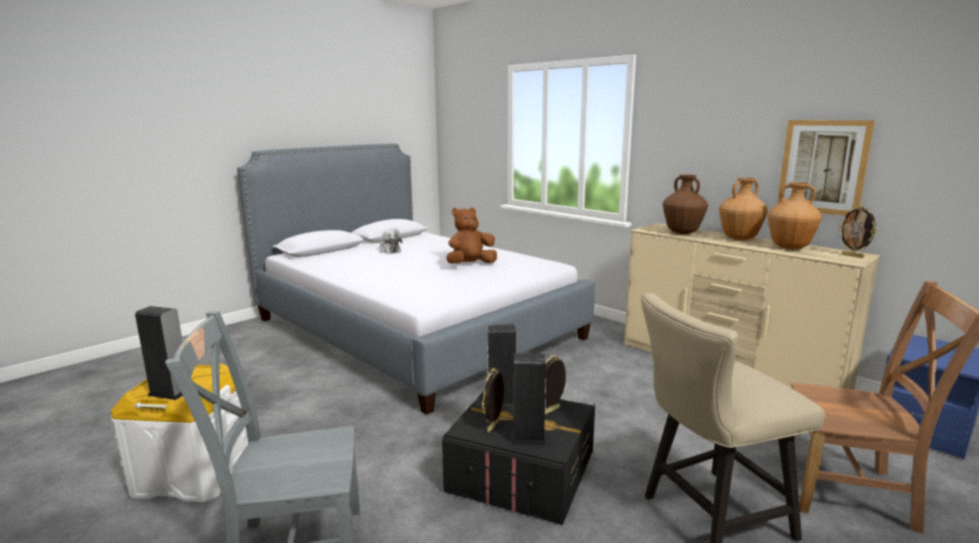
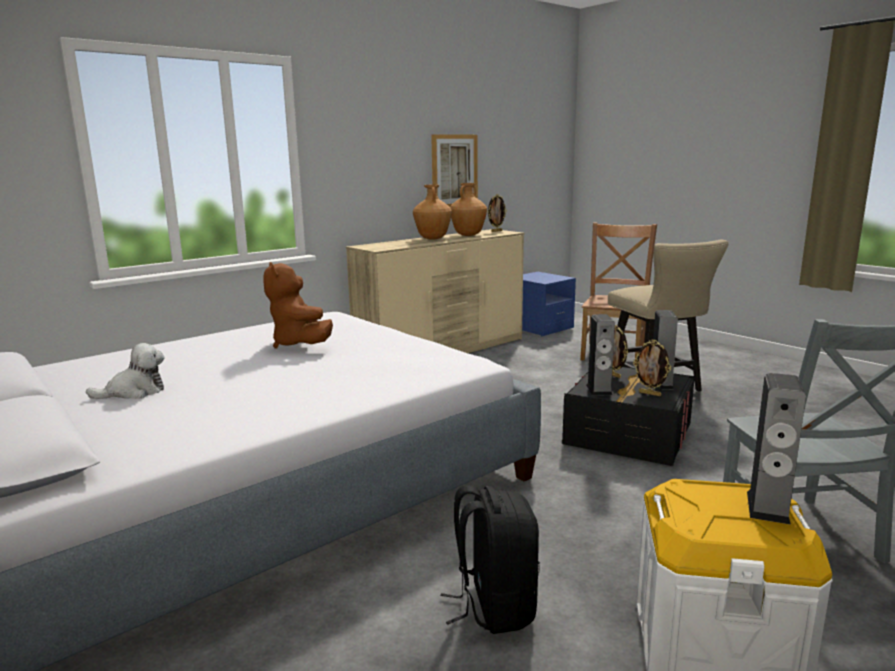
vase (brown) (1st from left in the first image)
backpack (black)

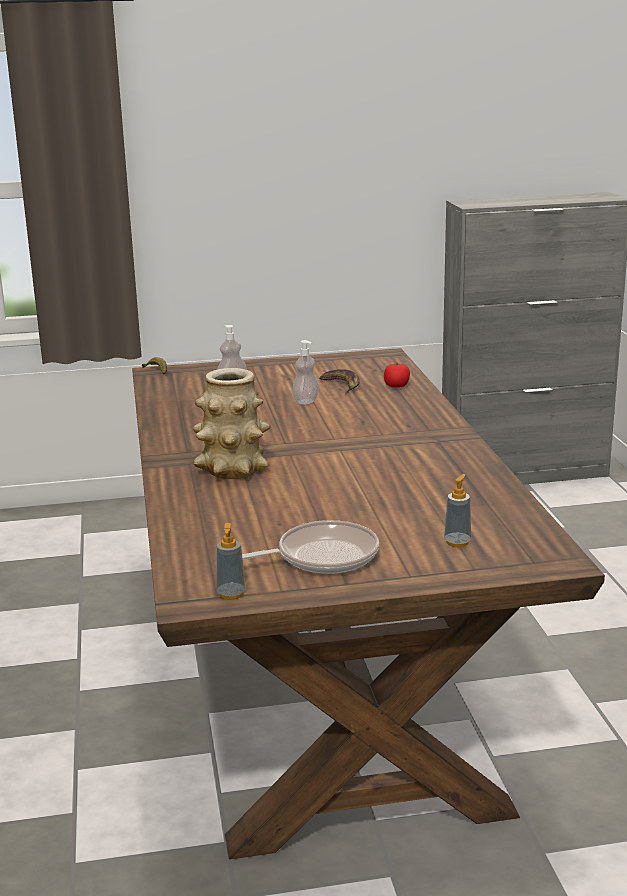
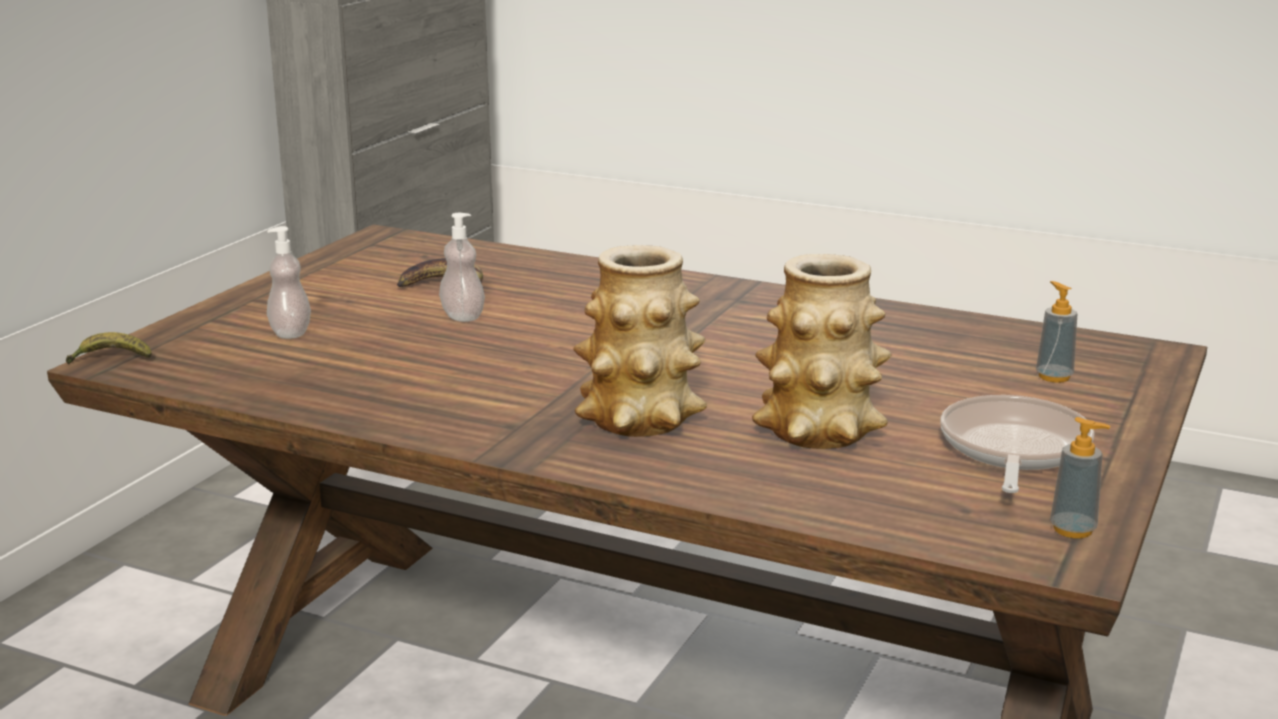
tomato
vase (2nd from left)

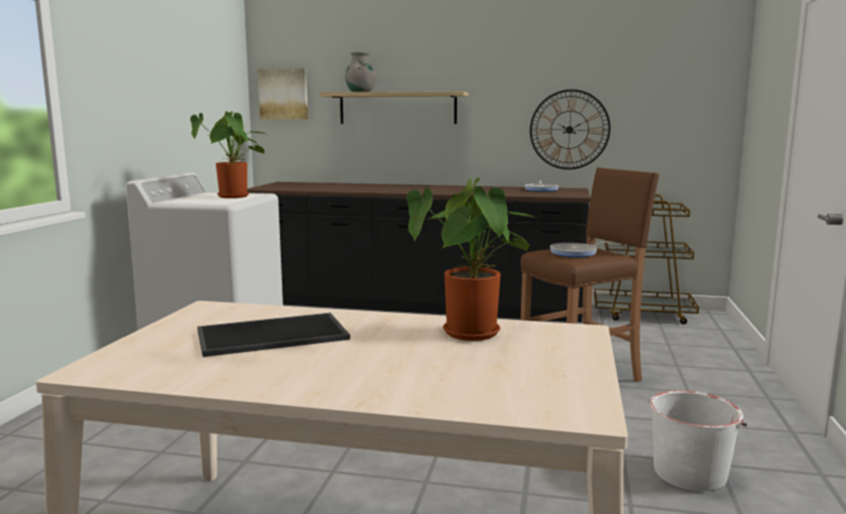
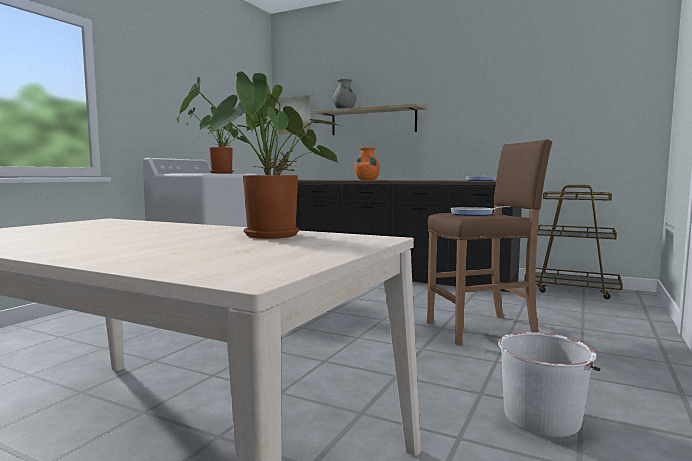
tray
wall clock
vase (orange)

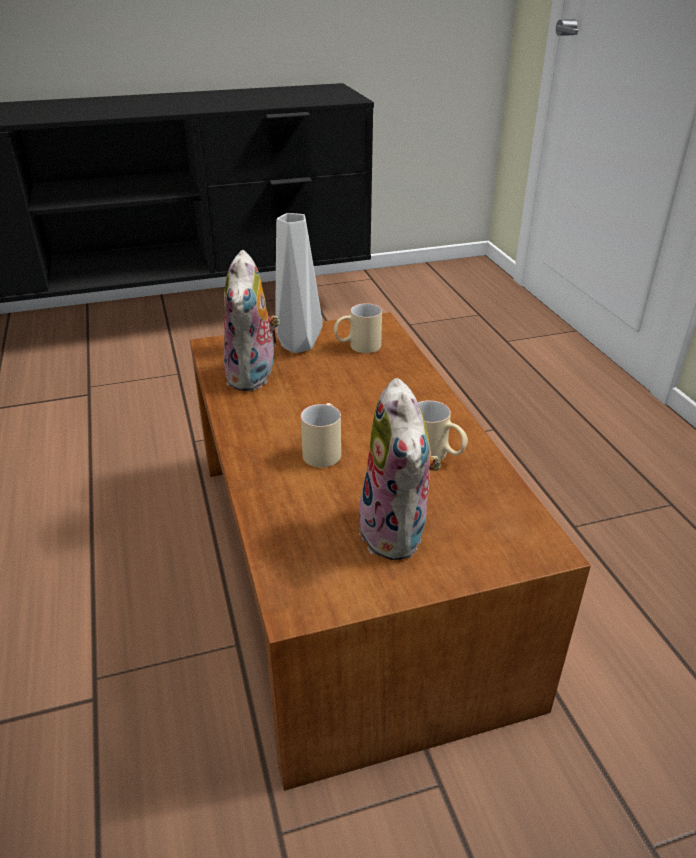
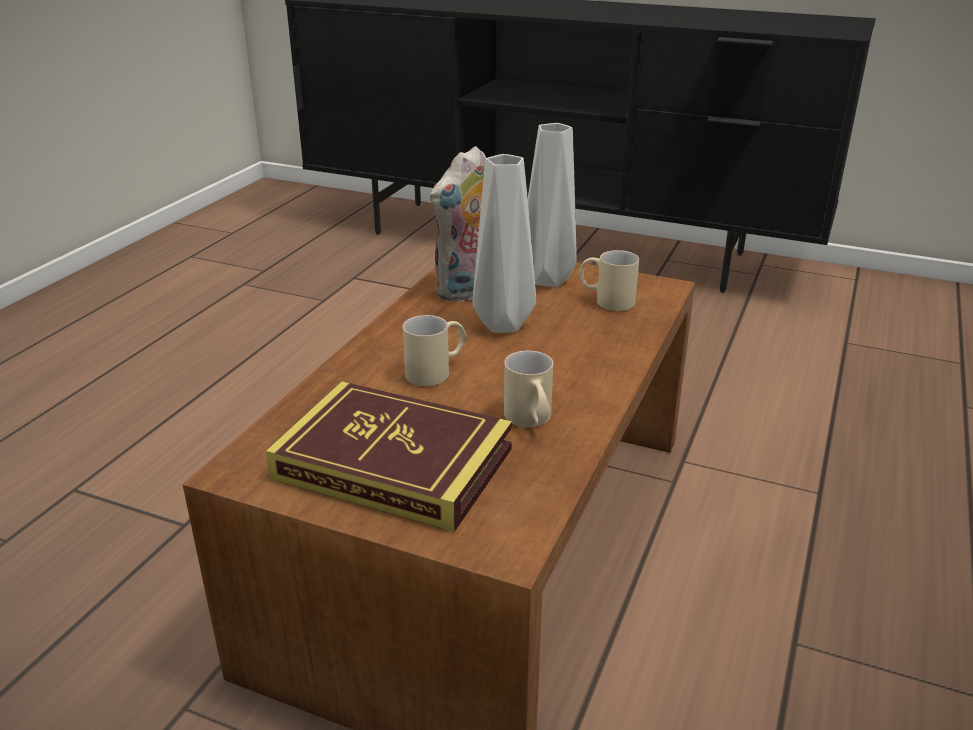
vase (grey) (1st from left)
book

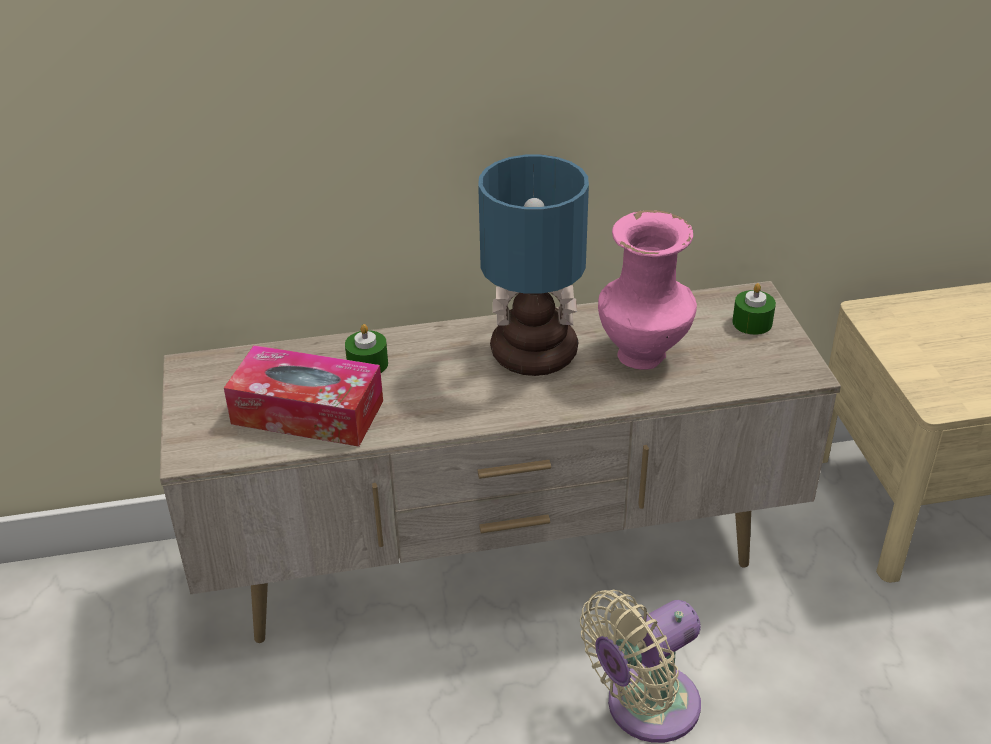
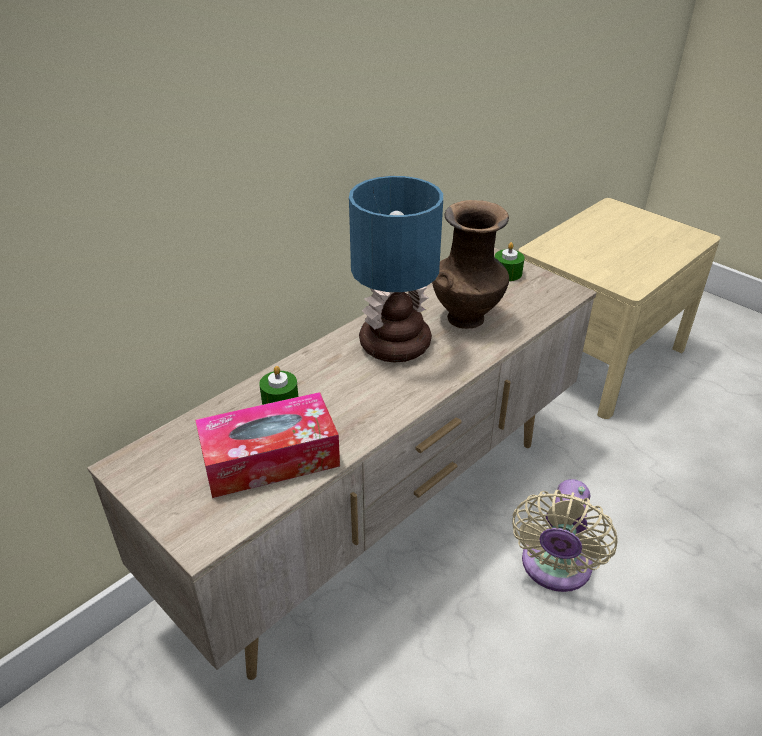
vase (brown)

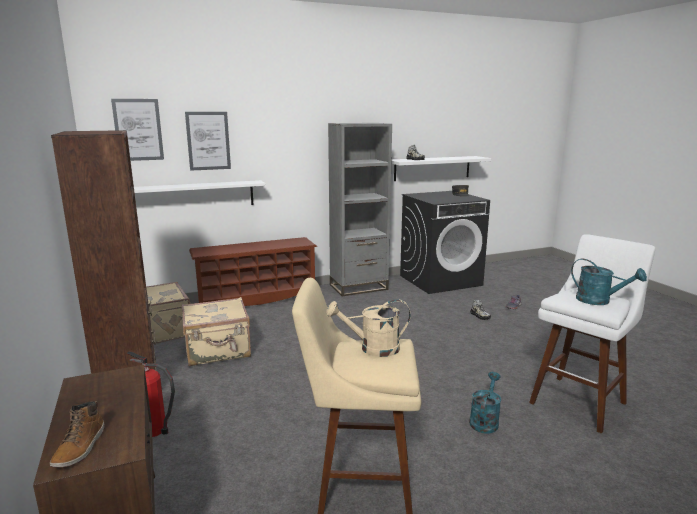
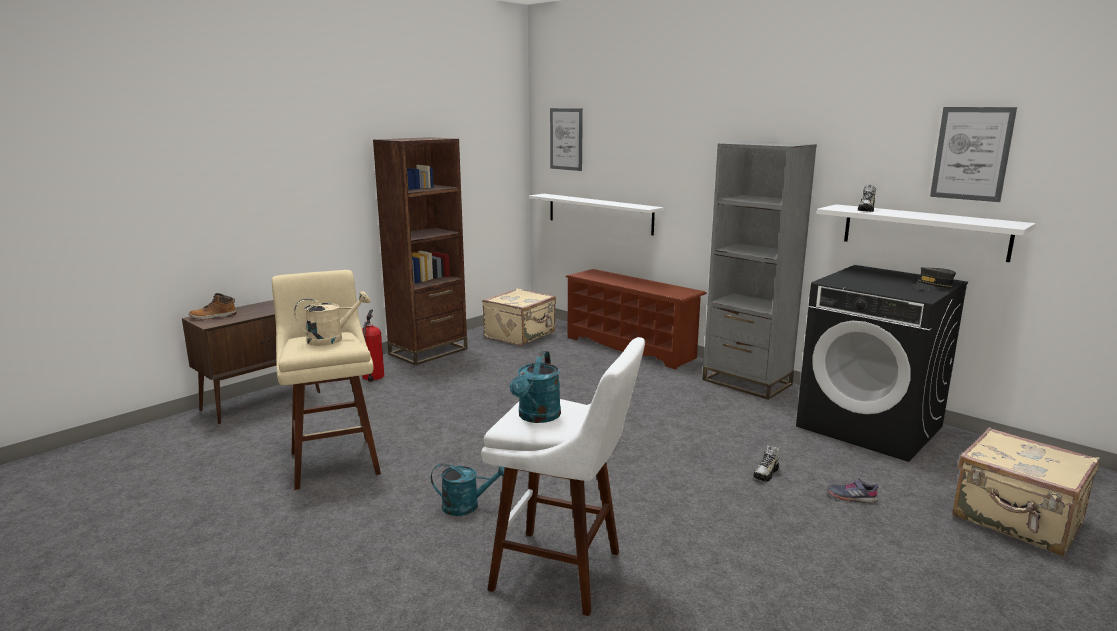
suitcase (beige) (2nd from left)
picture (2nd from left)
watering can (beige)

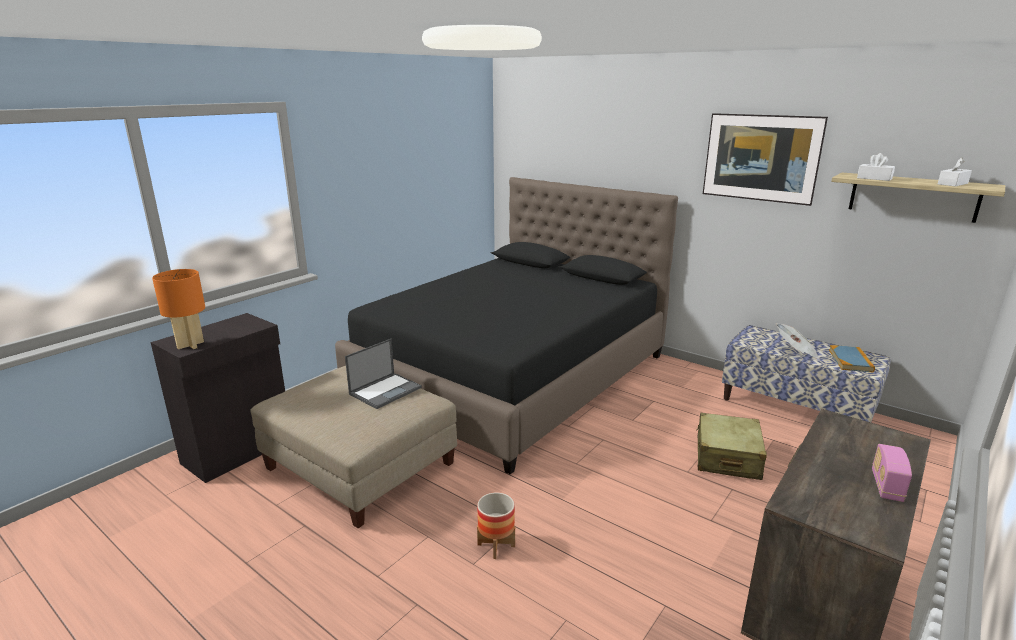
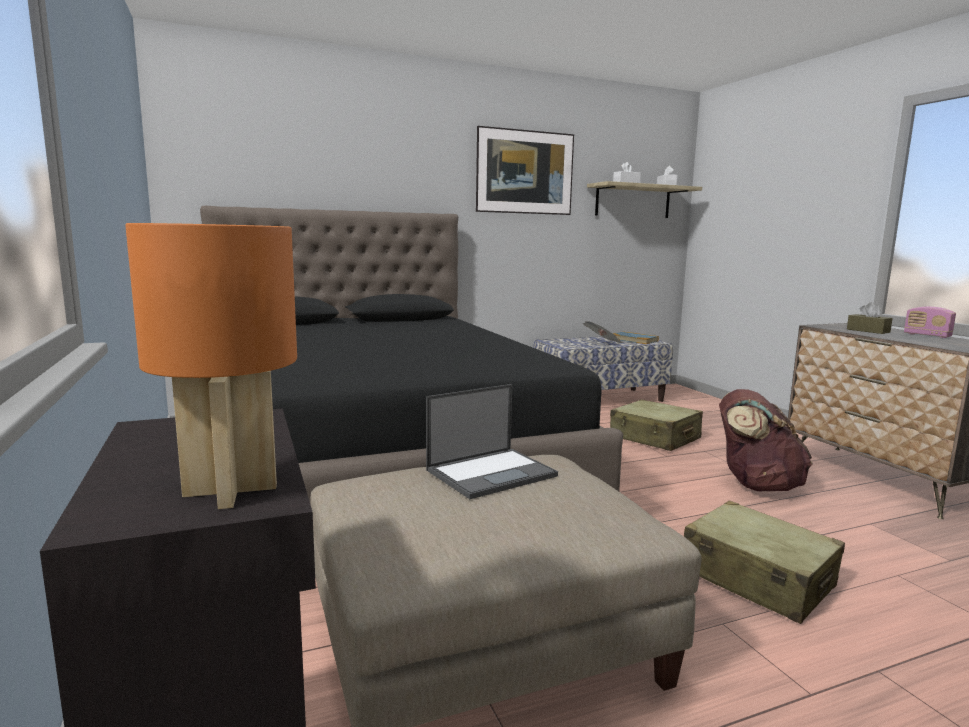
backpack (brown)
tissue box (brown)
suitcase (beige) (2nd from left)
laptop

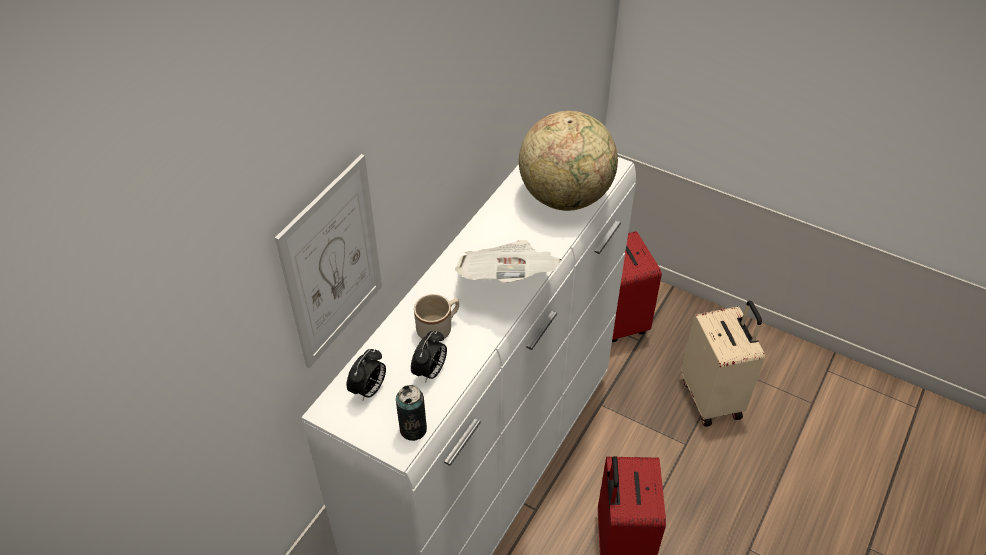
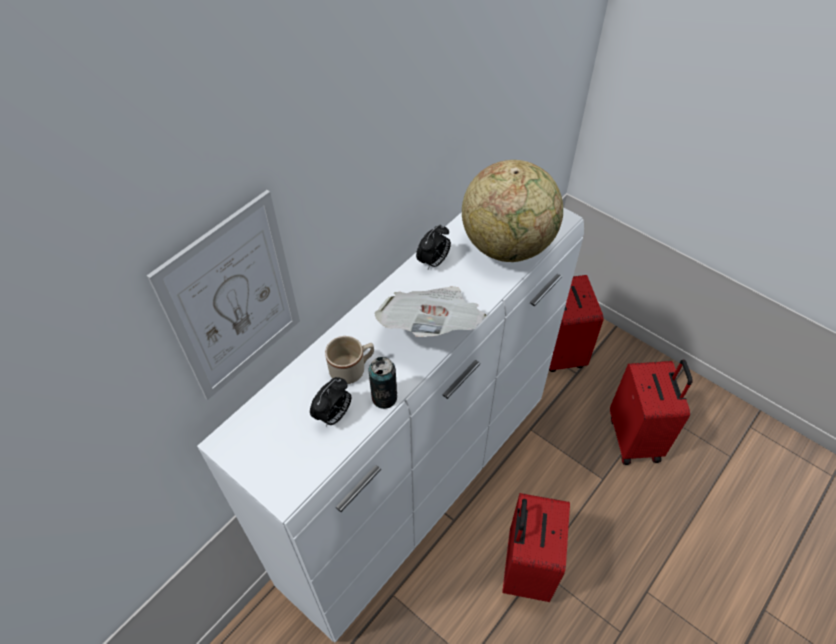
alarm clock (2nd from left)
can
suitcase (red) (3rd from left)

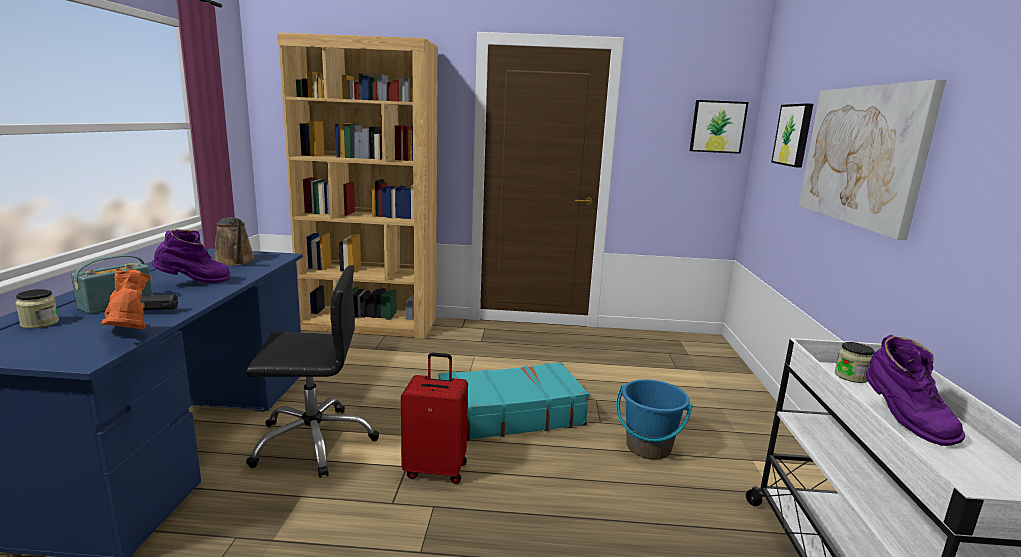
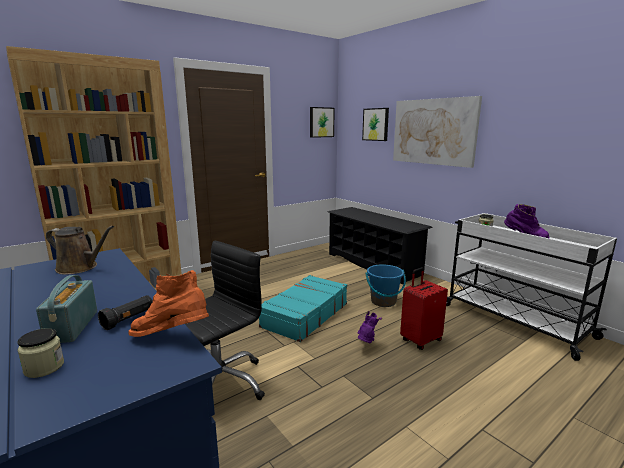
shoe rack (black)
boot (purple) (1st from left)
suitcase (red)

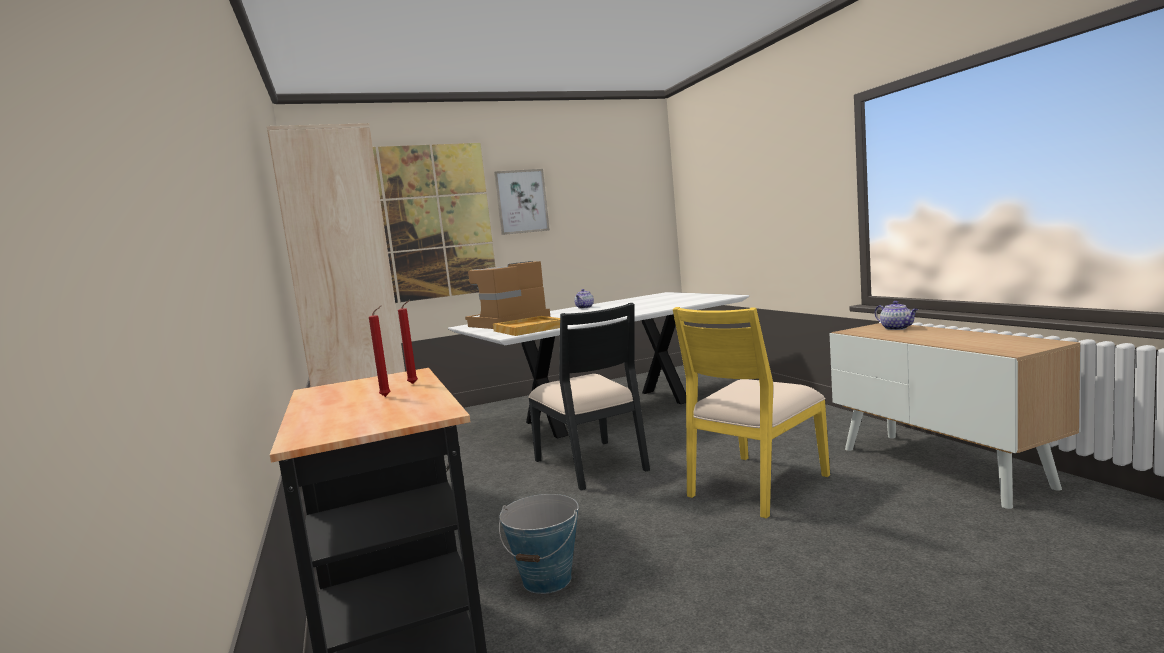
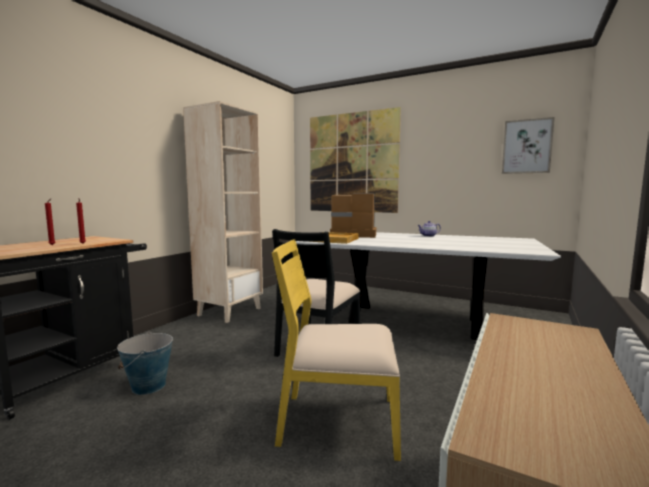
teapot (2nd from left in the first image)
picture (2nd from left)

